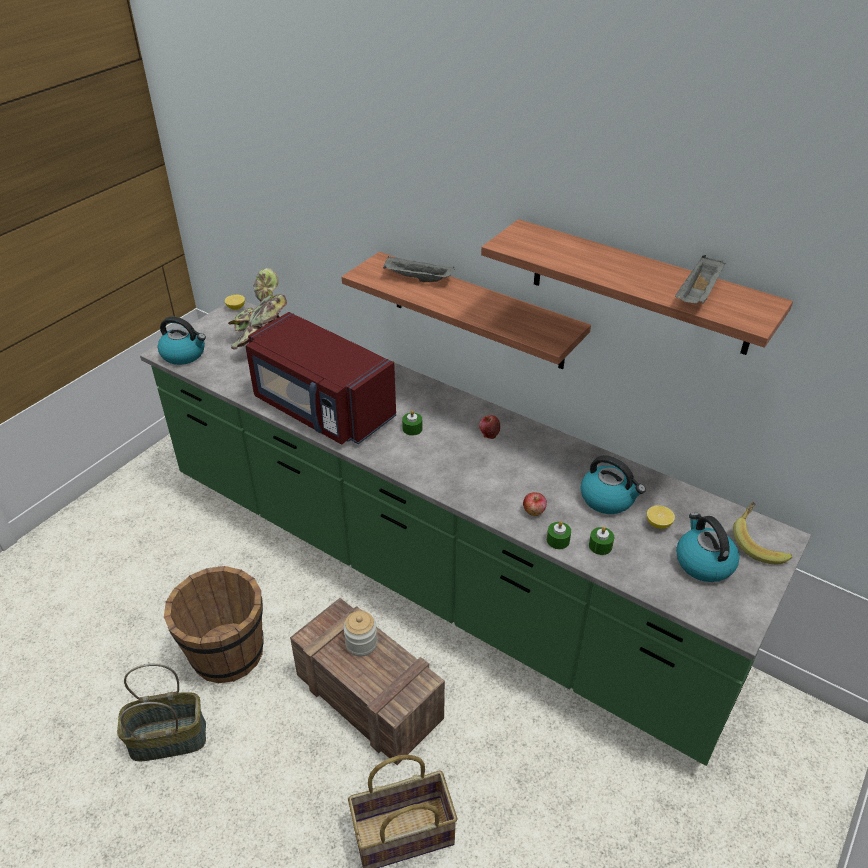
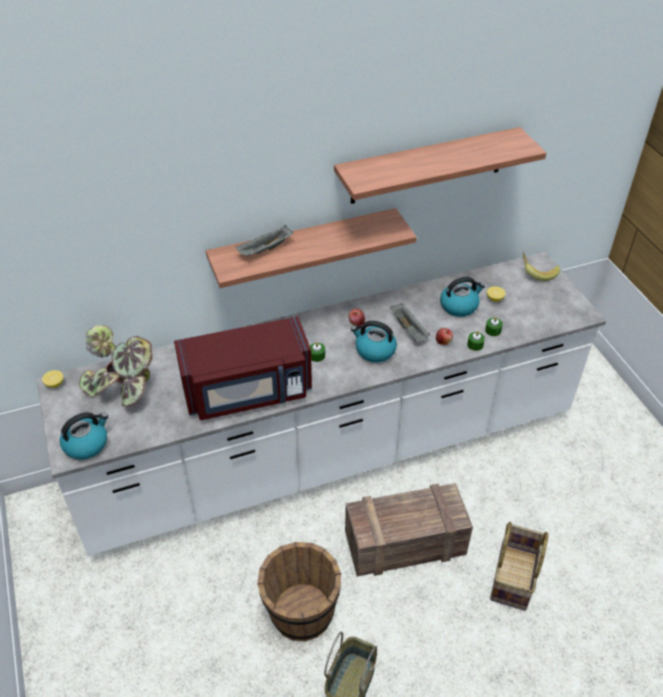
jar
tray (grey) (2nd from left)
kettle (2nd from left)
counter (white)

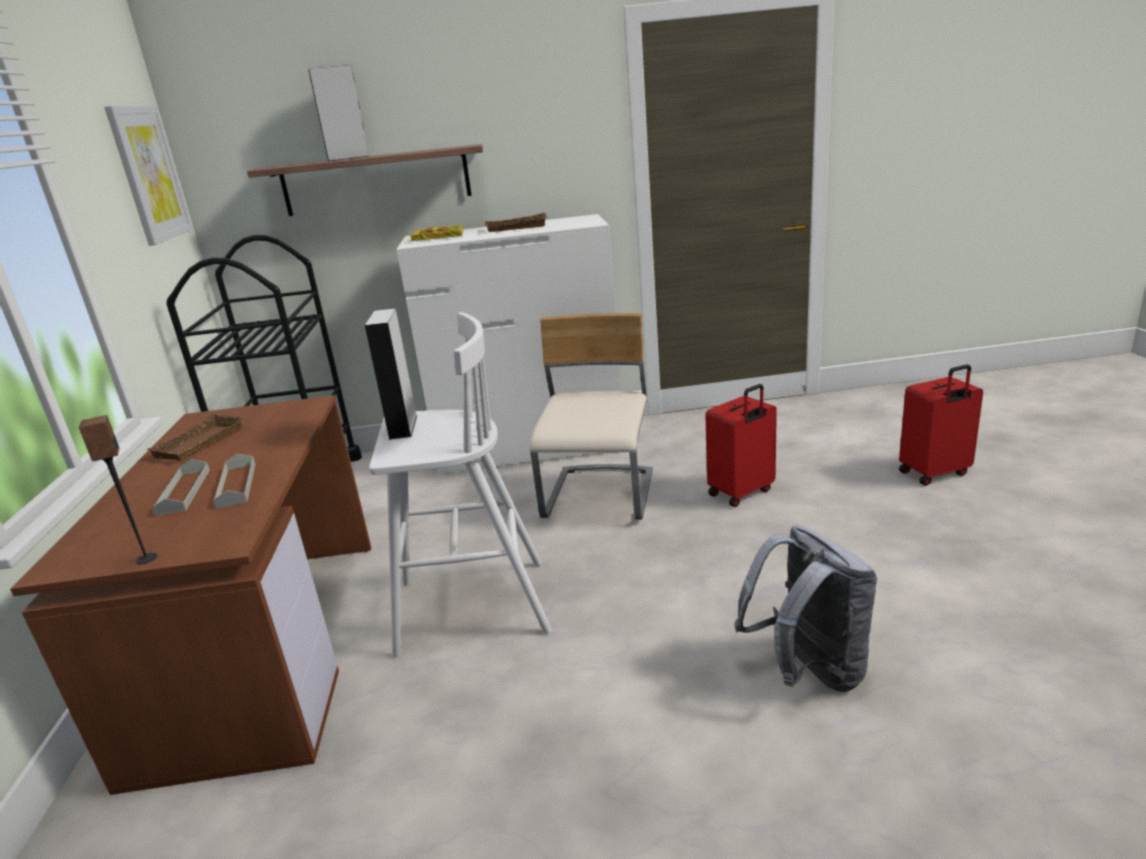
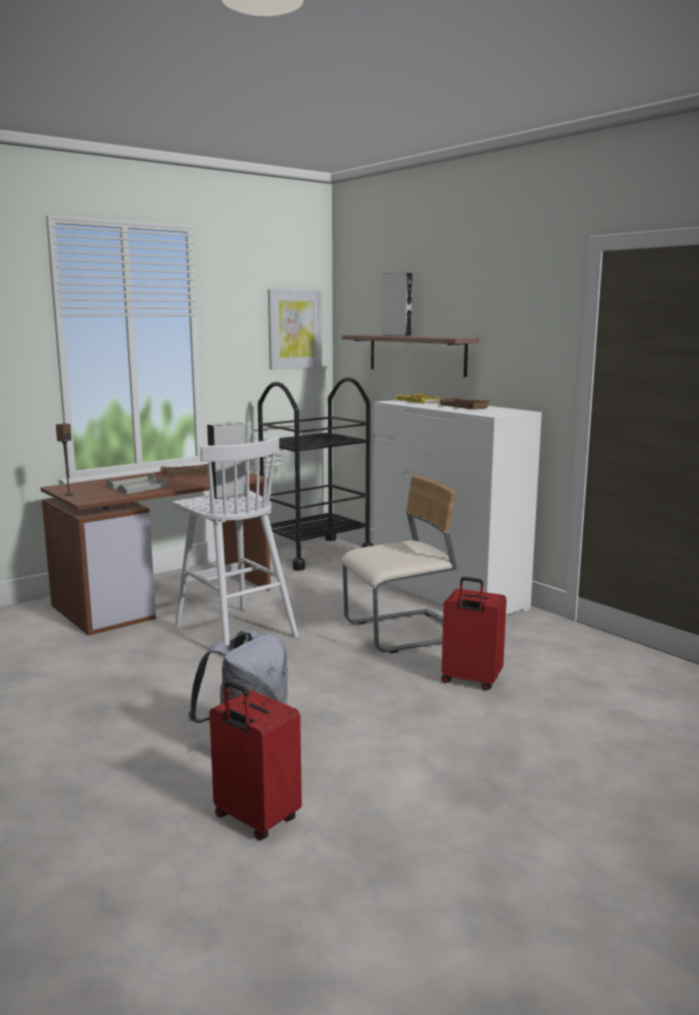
suitcase (red) (1st from left)

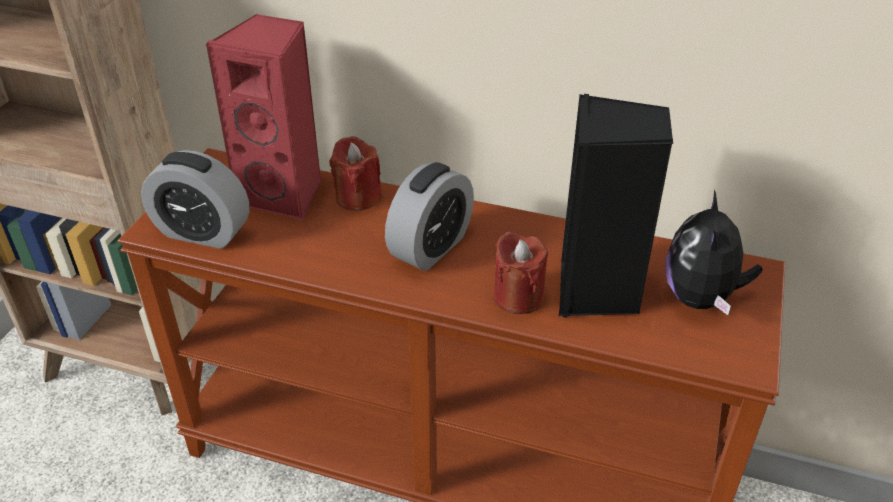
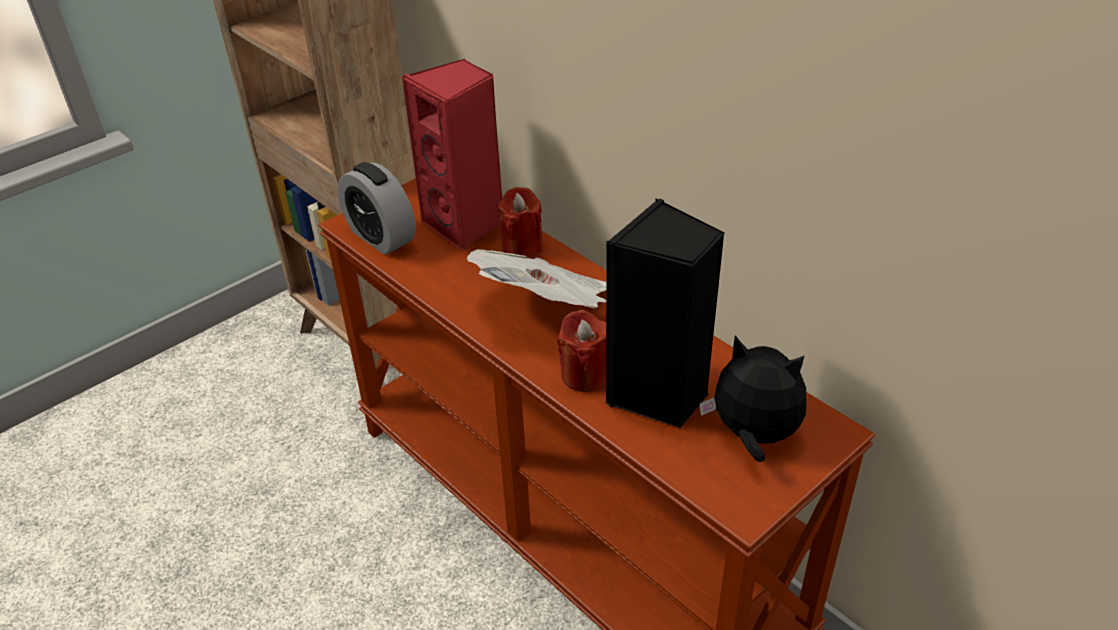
newspaper
plush toy

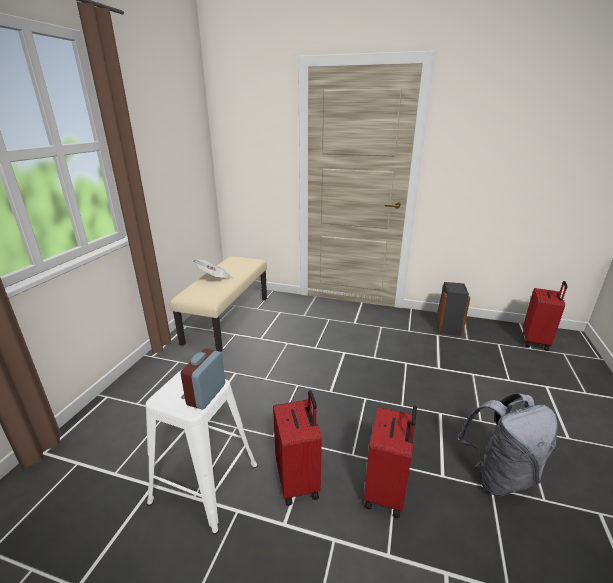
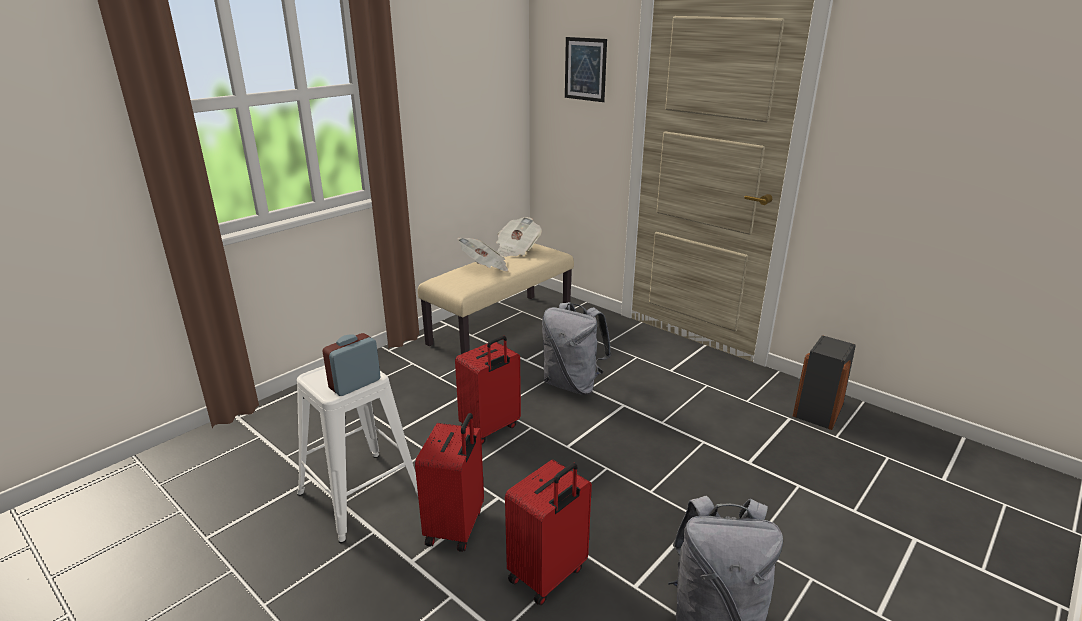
newspaper (2nd from left)
backpack (grey) (1st from left)
picture
suitcase (red) (2nd from left)

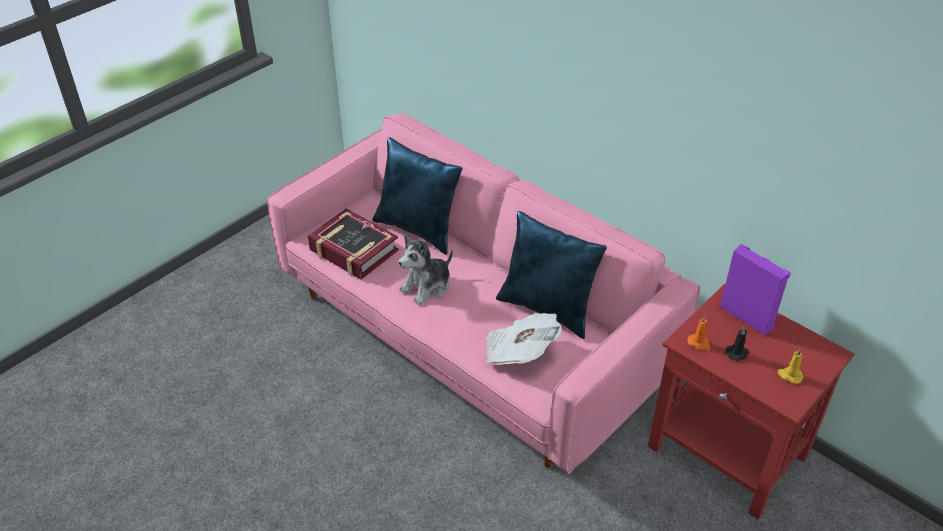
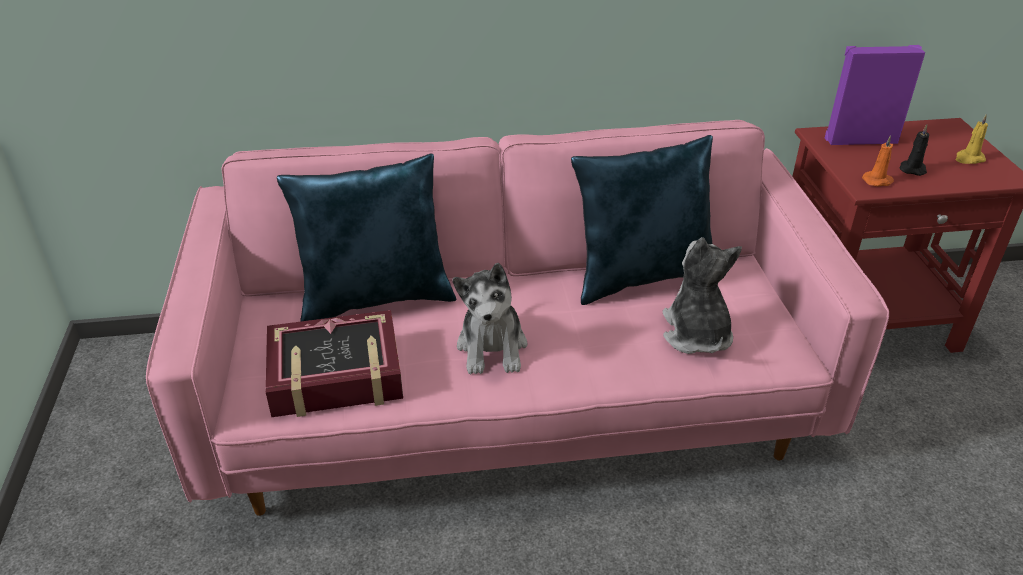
plush toy (2nd from left)

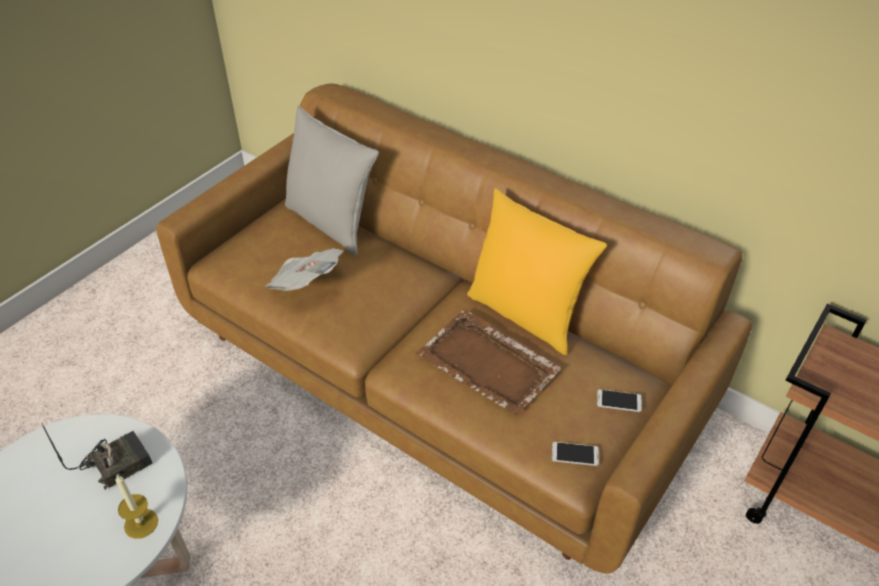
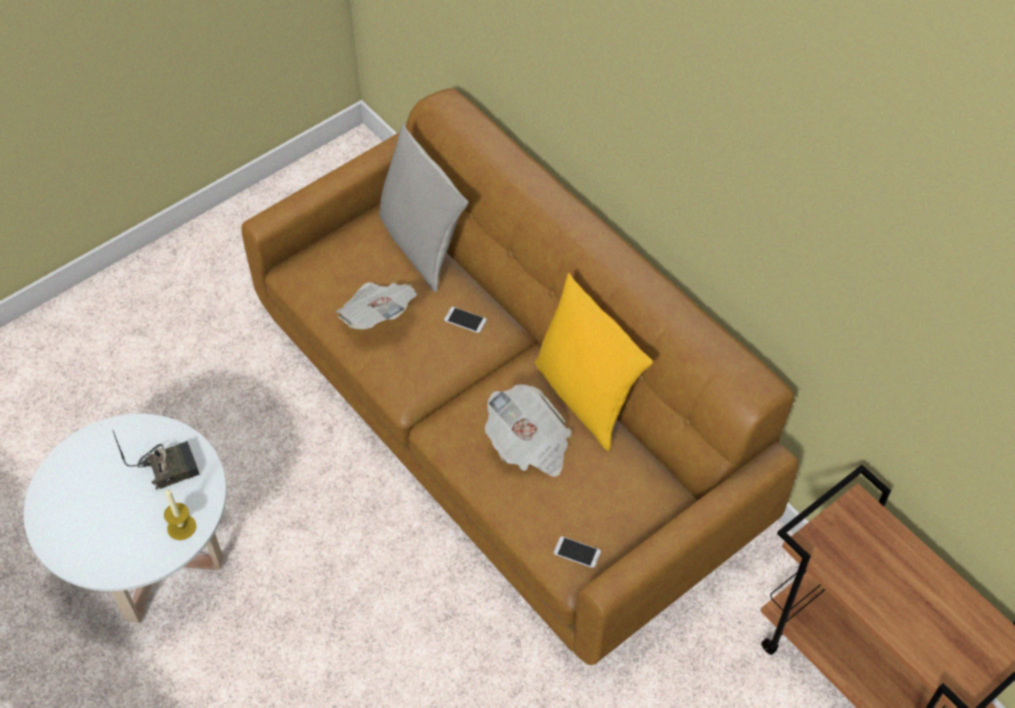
phone (1st from left)
newspaper (2nd from left)

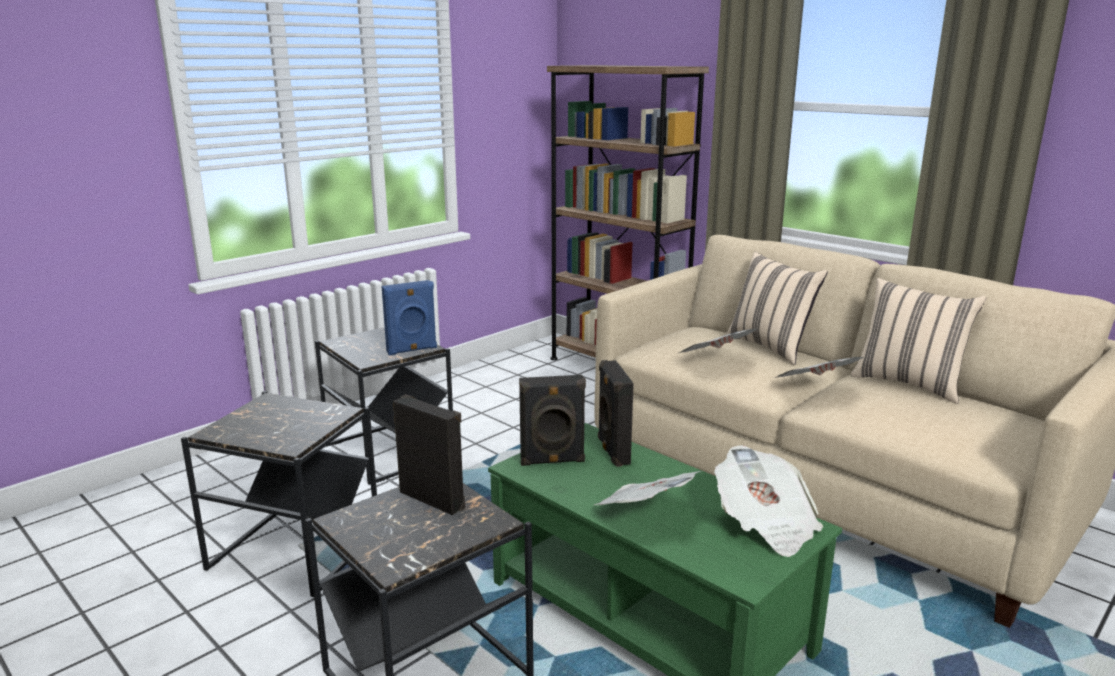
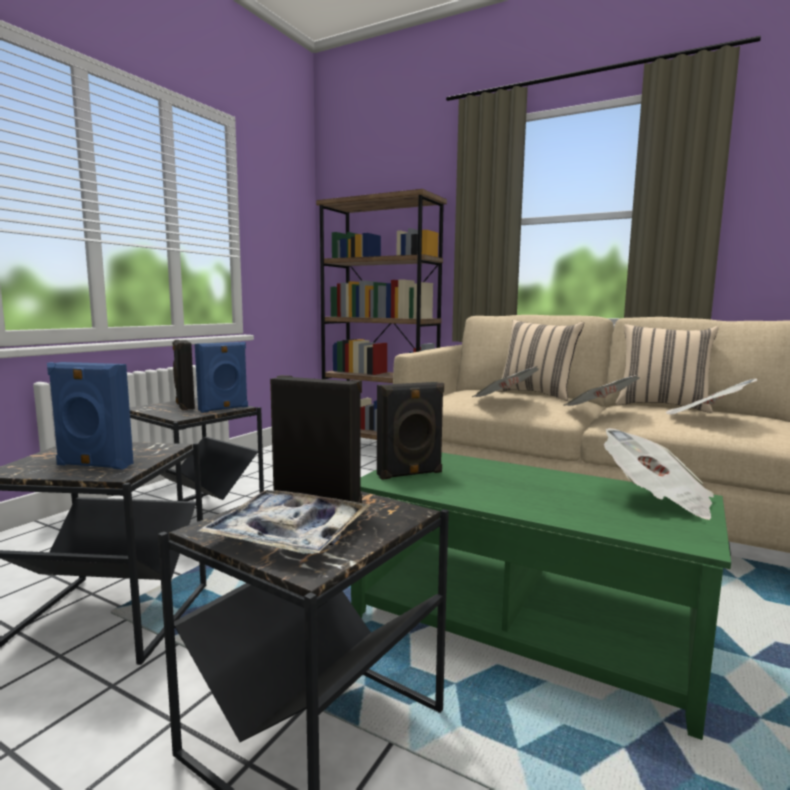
speaker (blue) (1st from left)
tray
newspaper (4th from left)
speaker (black) (1st from left)

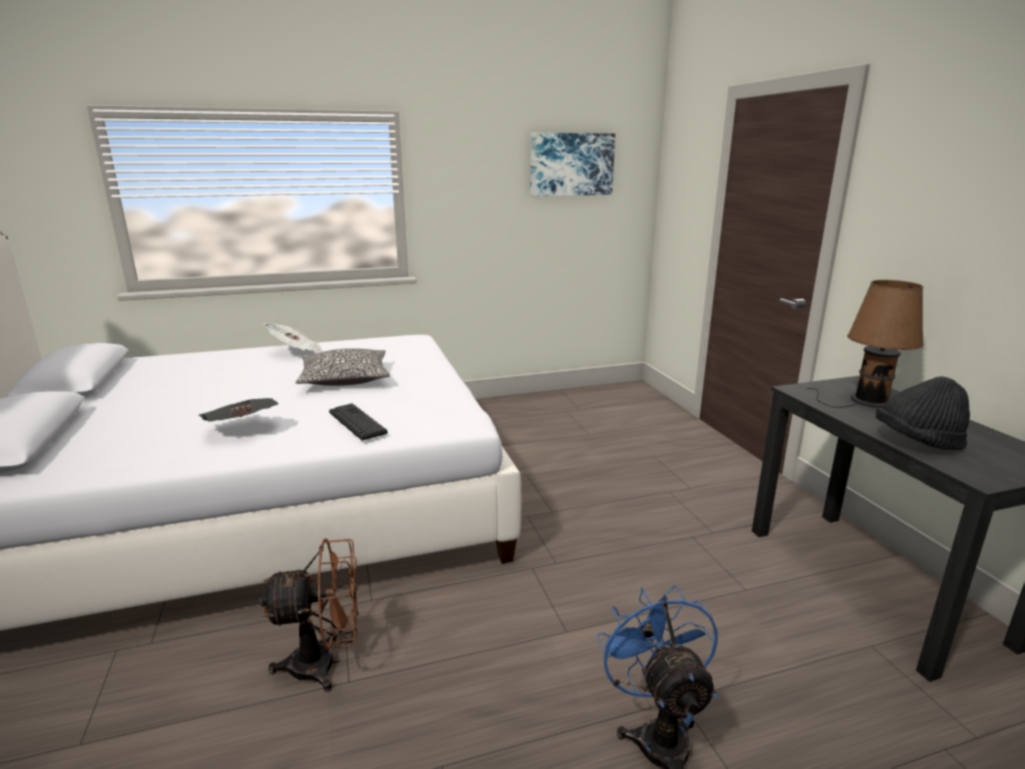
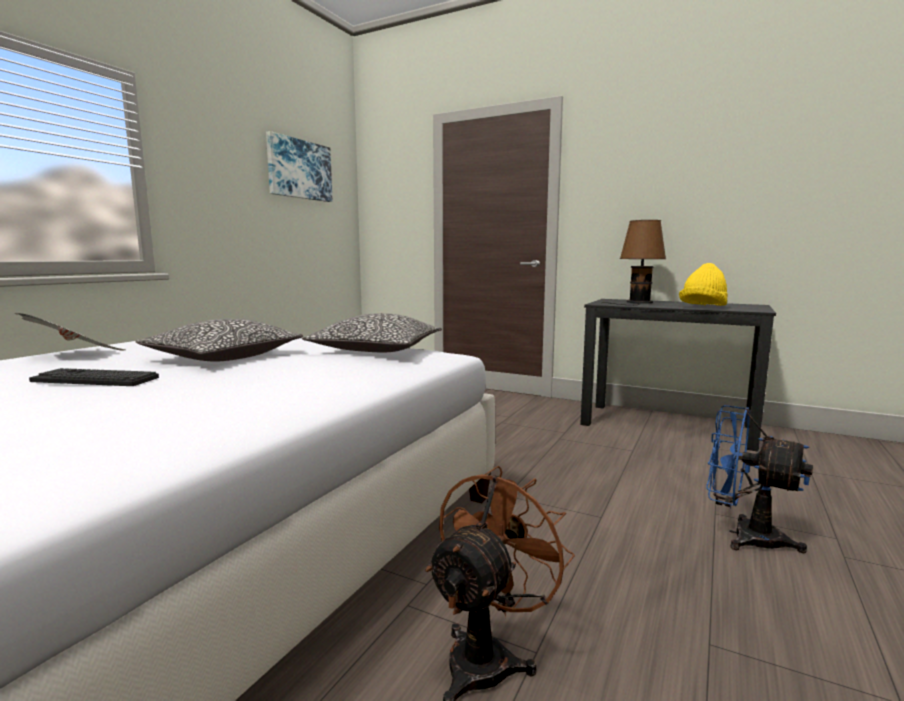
newspaper (1st from left in the first image)
pillow (2nd from left)
keyboard
hat (yellow)

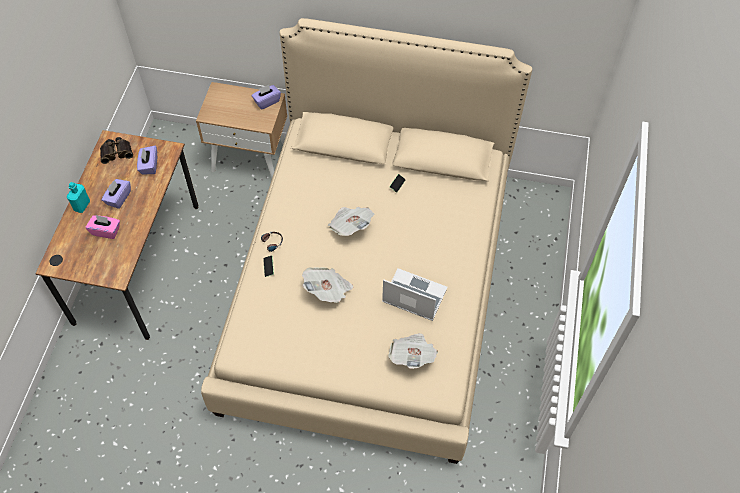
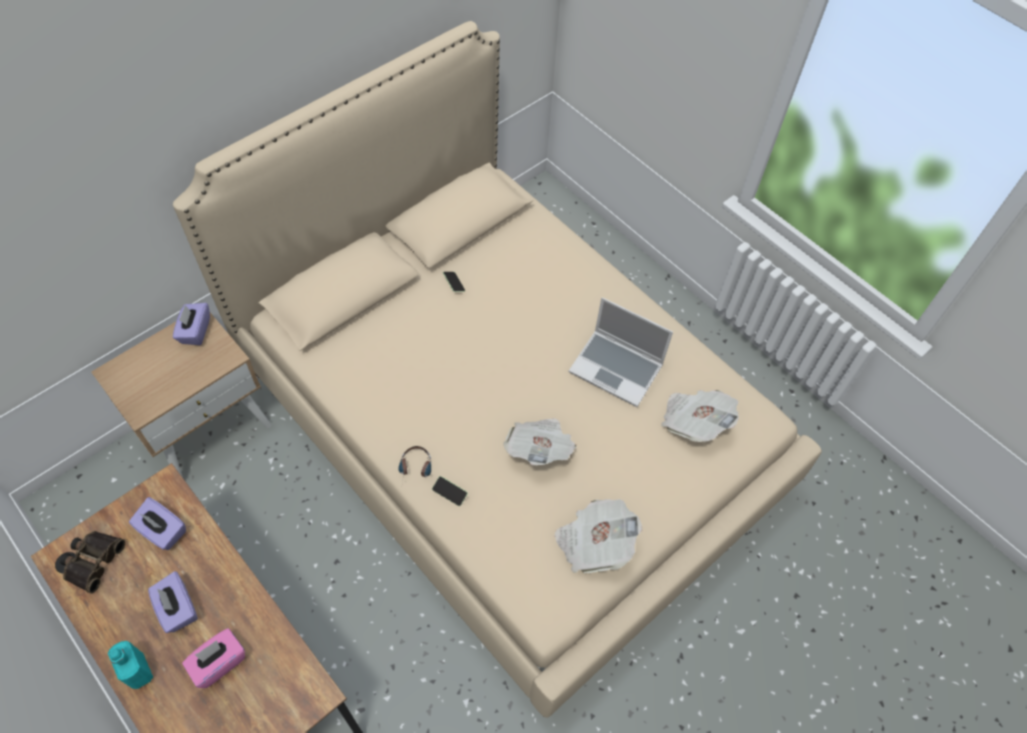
newspaper (2nd from left)
laptop

